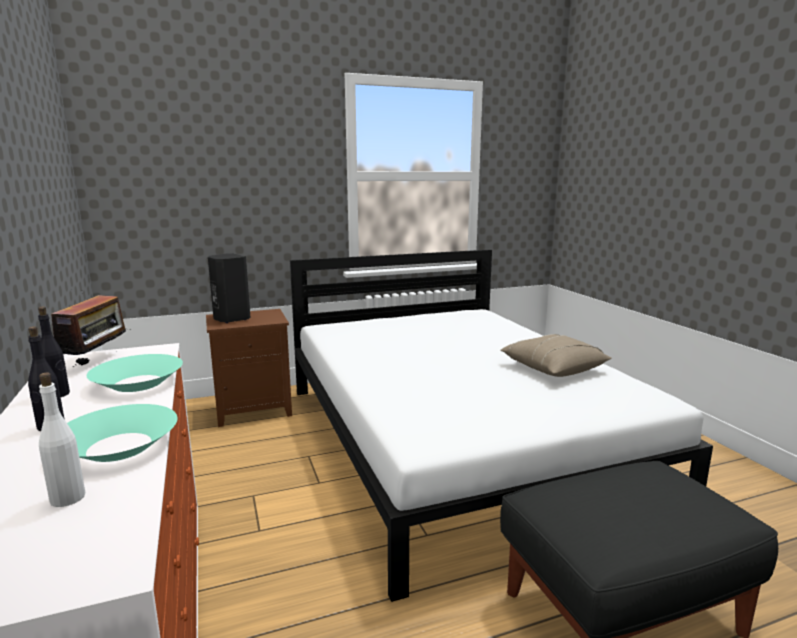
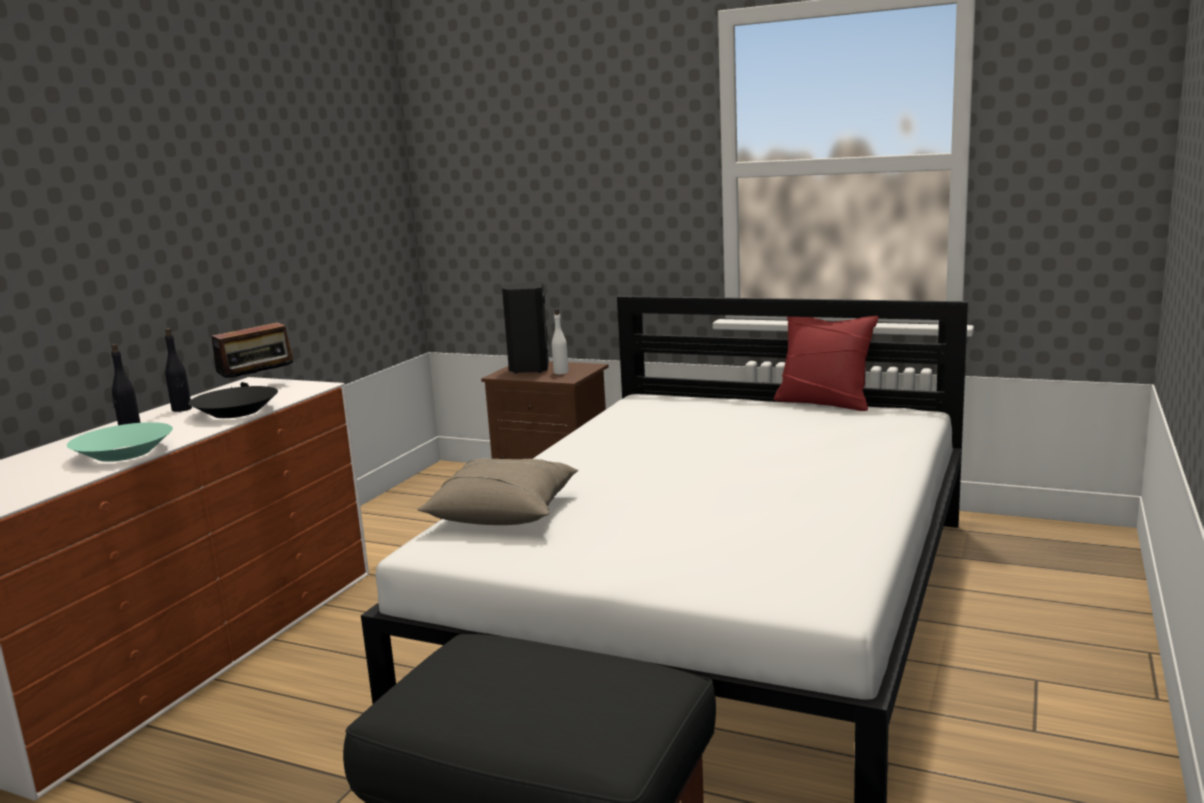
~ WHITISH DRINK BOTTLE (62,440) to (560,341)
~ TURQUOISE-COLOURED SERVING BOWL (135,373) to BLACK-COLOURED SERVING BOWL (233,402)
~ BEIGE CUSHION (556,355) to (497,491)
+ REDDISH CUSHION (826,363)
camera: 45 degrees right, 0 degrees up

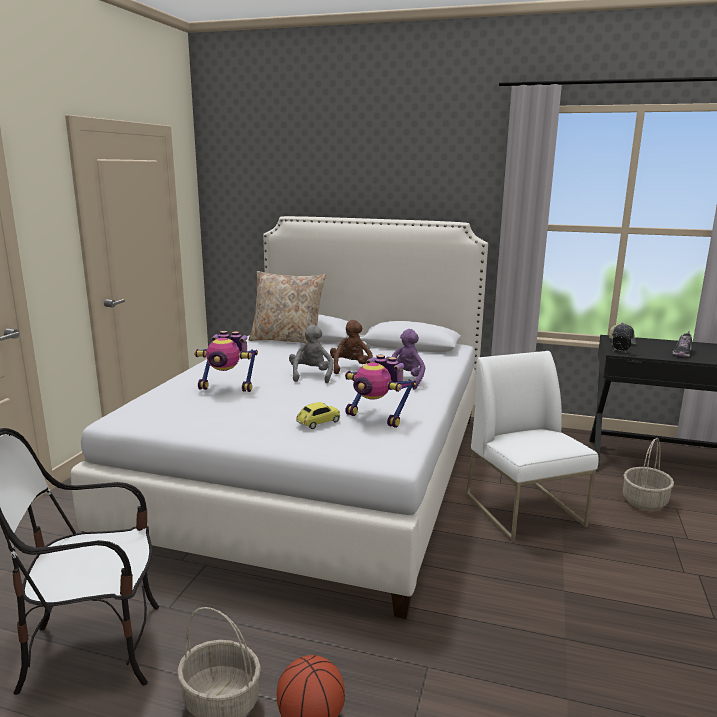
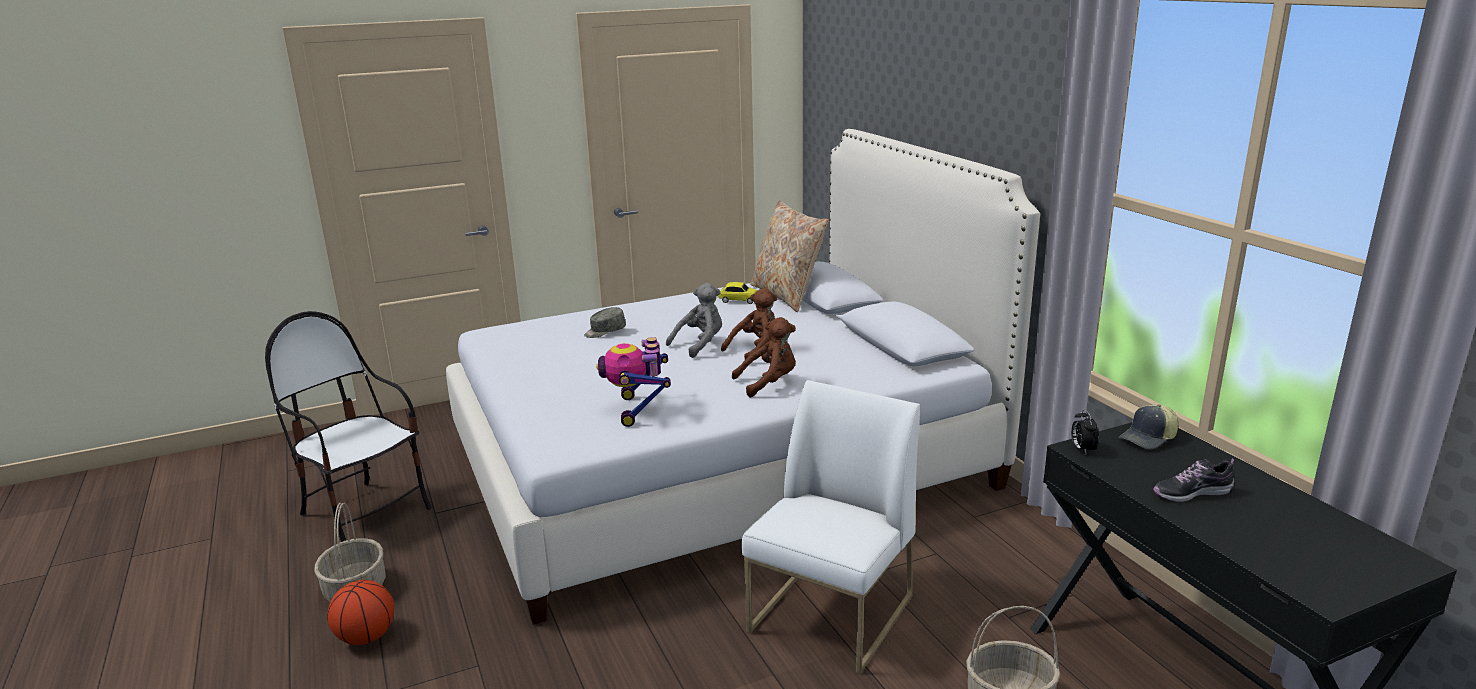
~ ROBOT FIGURE (226,361) to GREY PEAKED CAP (605,322)
~ TOY CAR (318,415) to (737,293)
~ PURPLE-COLOURED CUDDLY TOY (405,359) to BROWNISH CUDDLY TOY (764,357)
camera: 50 degrees right, 5 degrees up

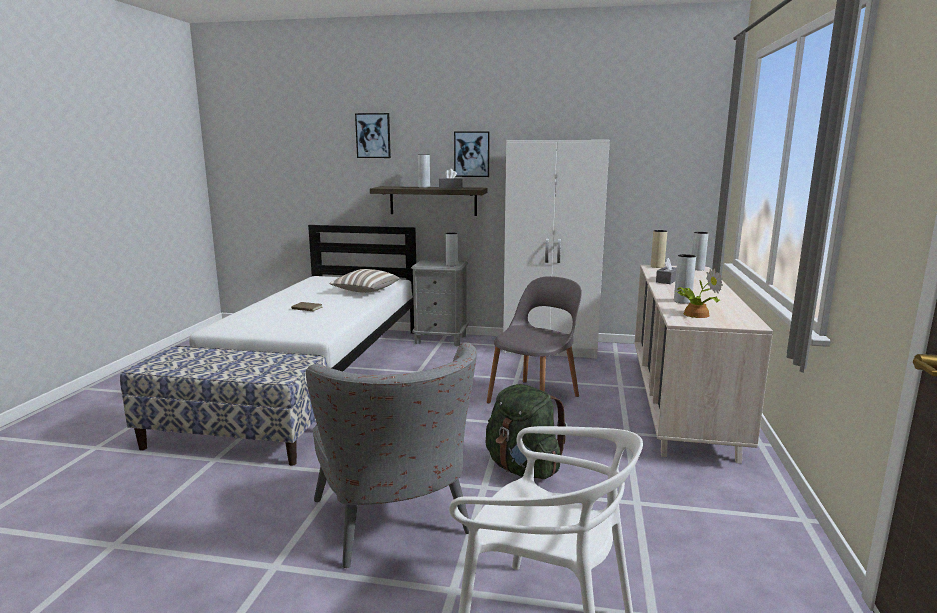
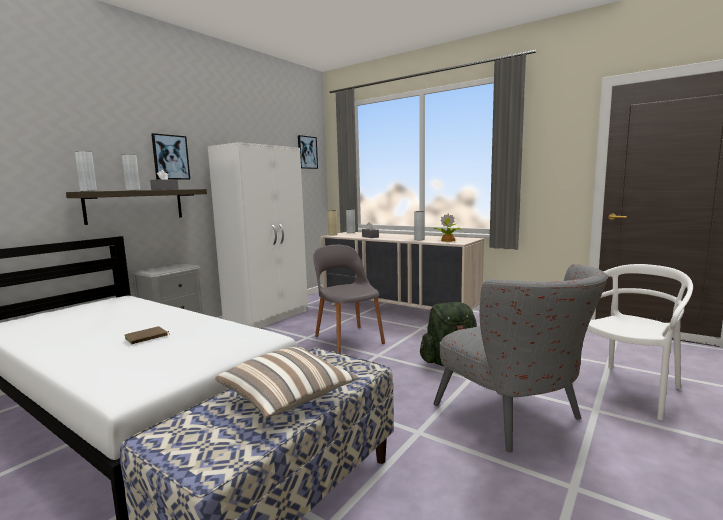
~ GREY EASY CHAIR (391,455) = (520,358) 60 degrees clockwise
~ CUSHION (364,281) to (286,382)
~ PICTURE (373,135) to (308,152)
~ GREY VASE (452,249) to (86,171)
camera: 65 degrees left, 5 degrees down

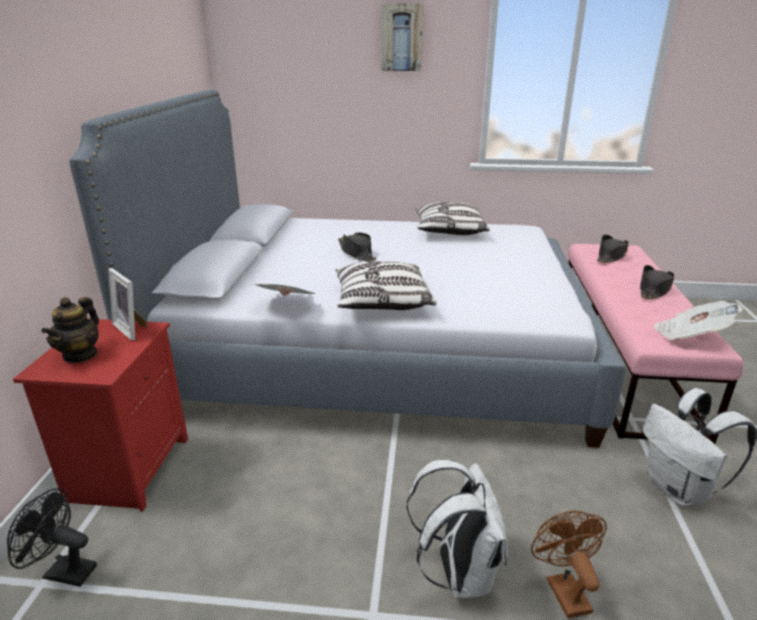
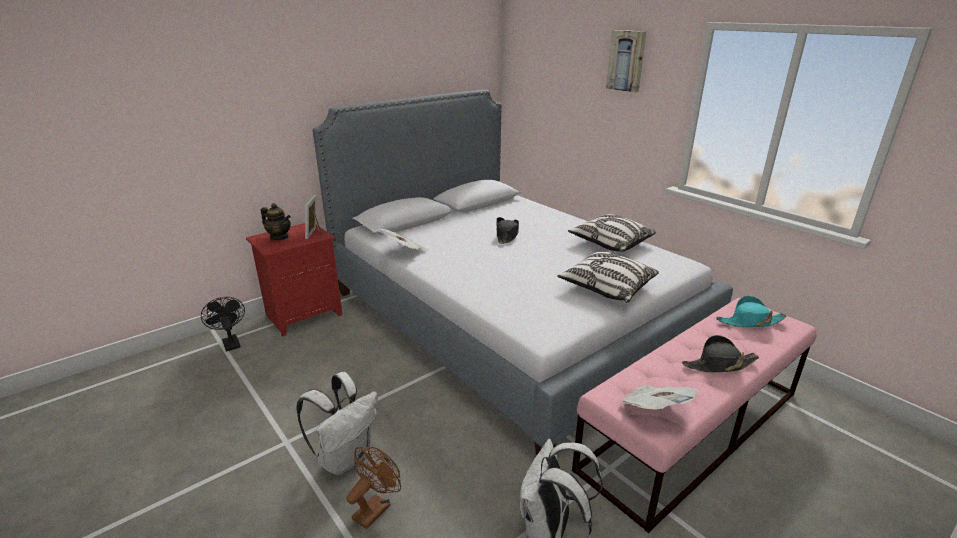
~ TEA POT (70,330) = (276,221) 120 degrees counterclockwise
~ CUSHION (385,285) to (608,276)
~ BLACK-COLOURED CLOTHING HAT (613,248) to TURQUOISE-COLOURED CLOTHING HAT (751,311)
camera: 45 degrees right, 0 degrees up

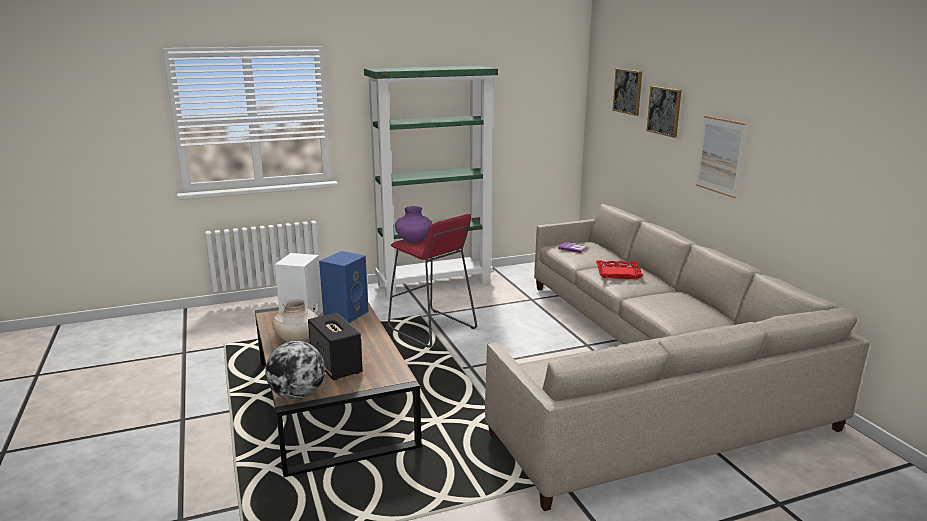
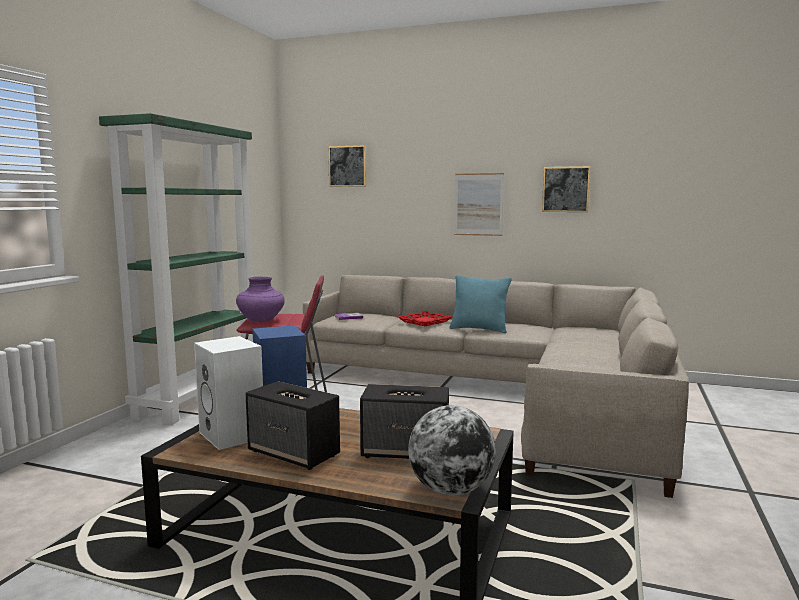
~ BEIGE VASE (295,320) to LOUDSPEAKER (292,425)
~ PICTURE (664,112) to (566,189)
+ TURQUOISE-COLOURED CUSHION (480,304)
camera: 50 degrees left, 10 degrees down

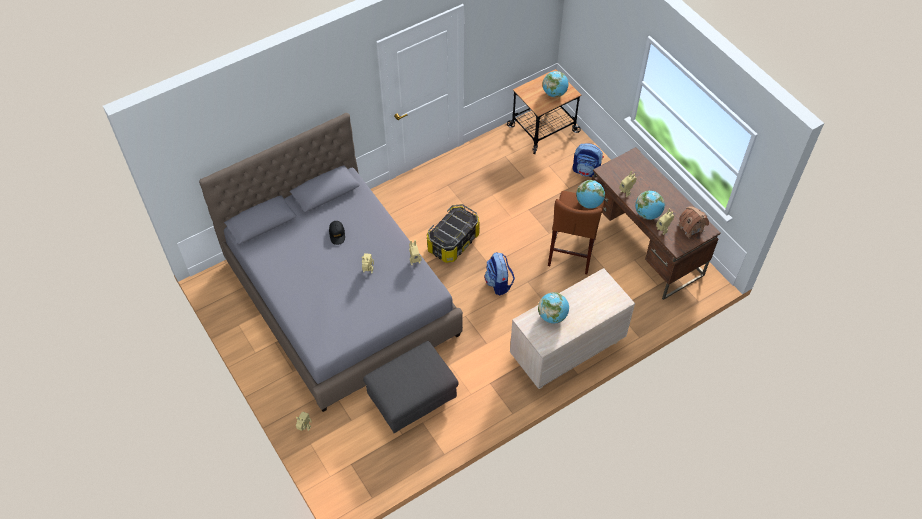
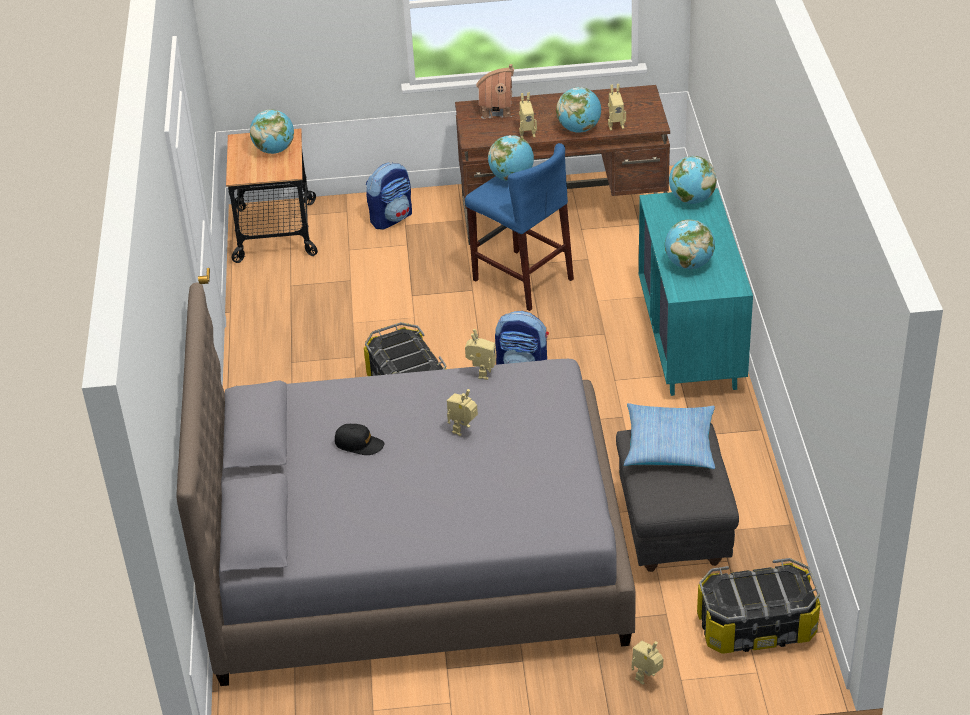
~ BEIGE DRAWER CHEST (572,328) to TURQUOISE-COLOURED DRAWER CHEST (696,292)
~ BROWNISH STOOL (576,232) to BLUISH STOOL (519,227)
~ MODEL HOUSE (693,222) to (495,91)
+ CUSHION (669,436)
+ DESK GLOBE (693,180)
+ STORAGE CONTAINER (758,606)
camera: 60 degrees left, 15 degrees down

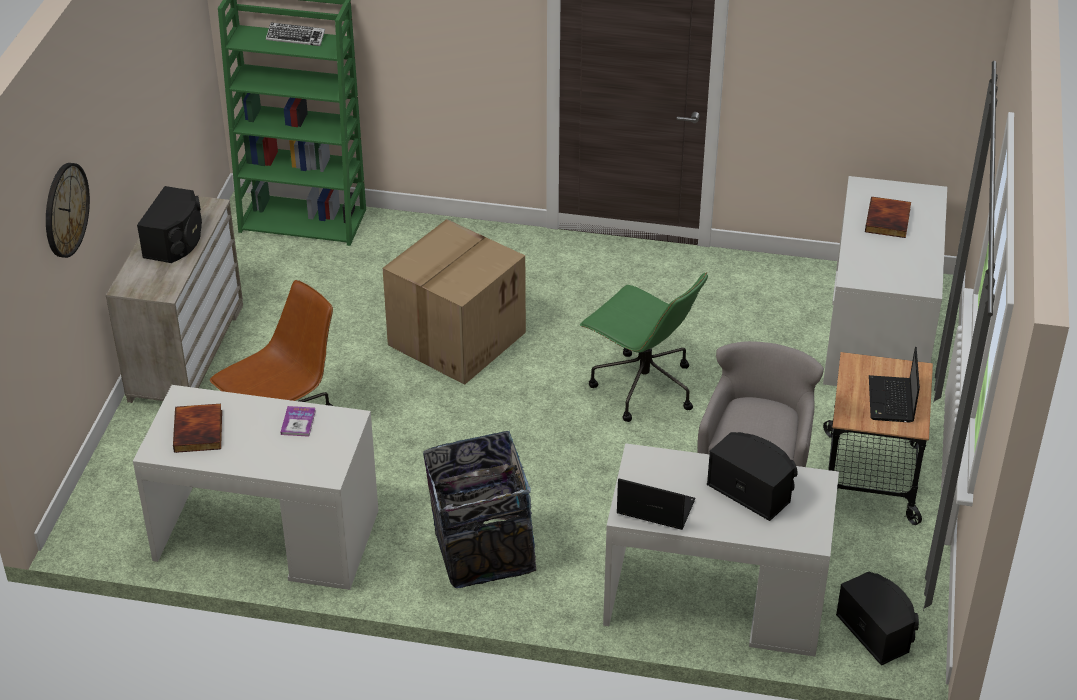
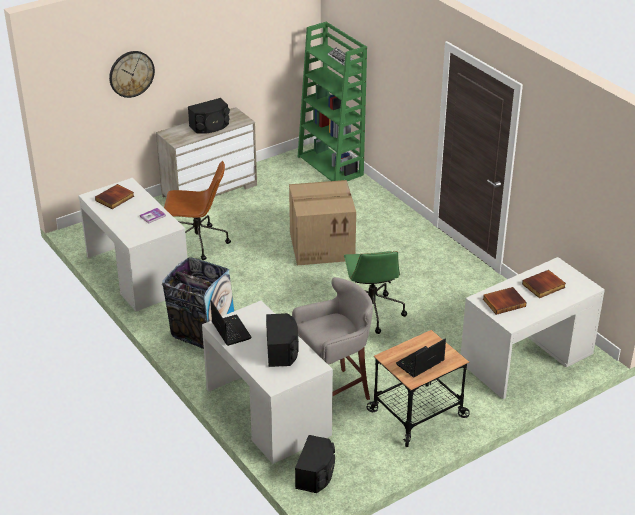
+ VOLUME (505,301)
camera: 45 degrees right, 5 degrees down

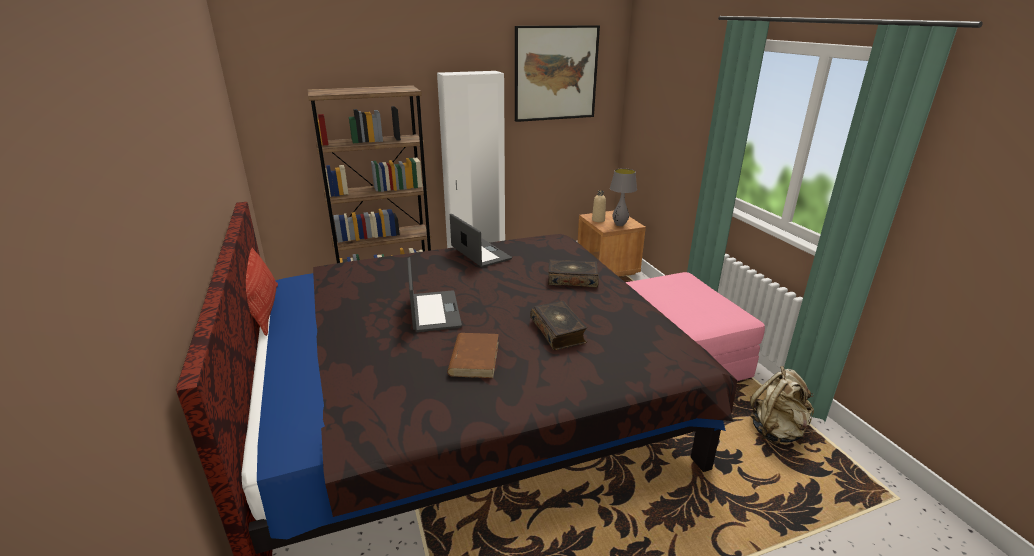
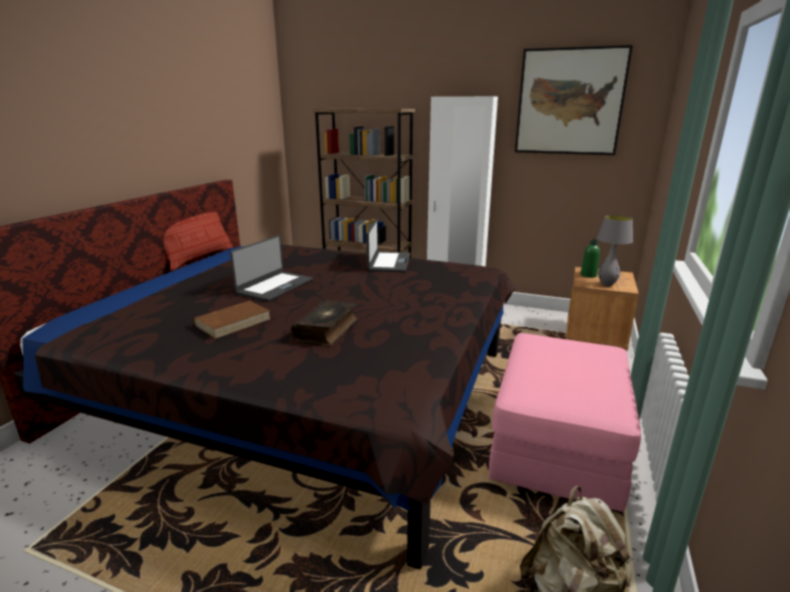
- VOLUME (573,273)
~ BEIGE DRINK BOTTLE (599,206) to GREENISH DRINK BOTTLE (590,258)
camera: 40 degrees right, 5 degrees down

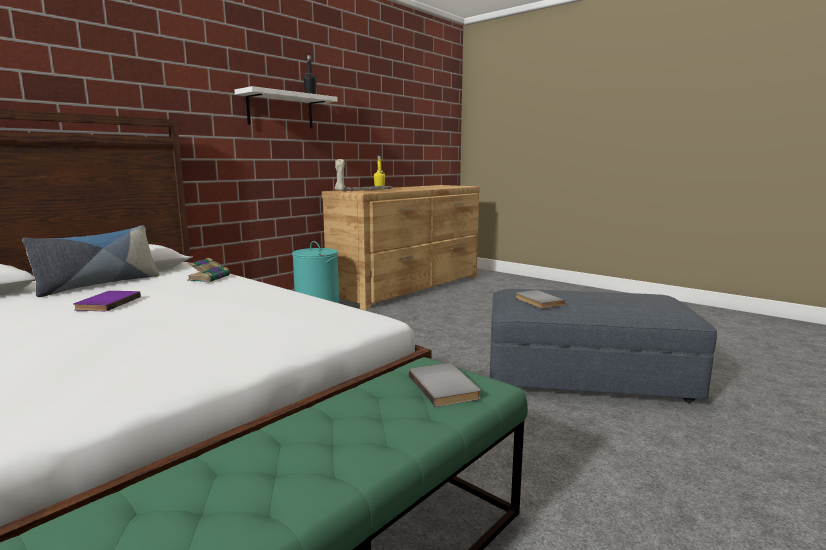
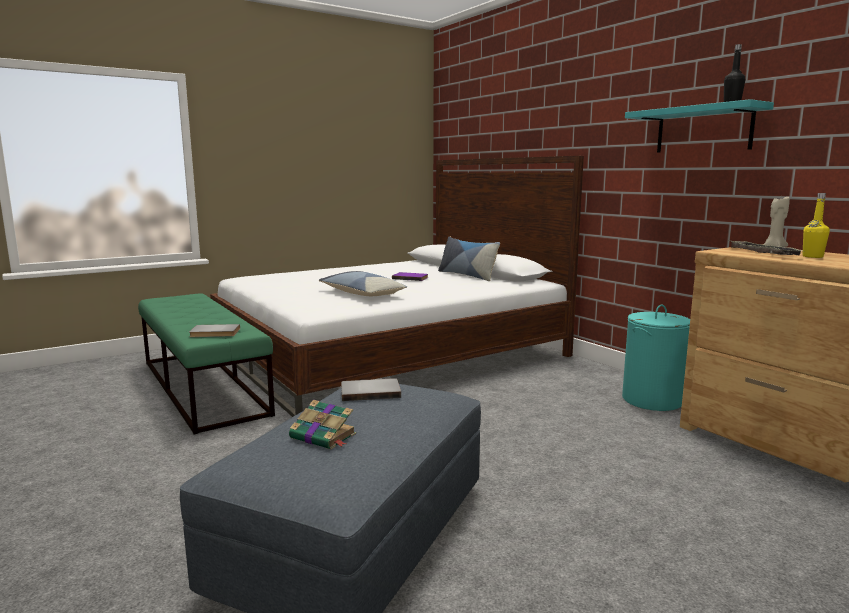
~ VOLUME (208,270) to (322,425)
~ WHITISH WALL SHELF (286,107) to TURQUOISE-COLOURED WALL SHELF (699,126)
+ CUSHION (363,283)
camera: 105 degrees right, 0 degrees up

